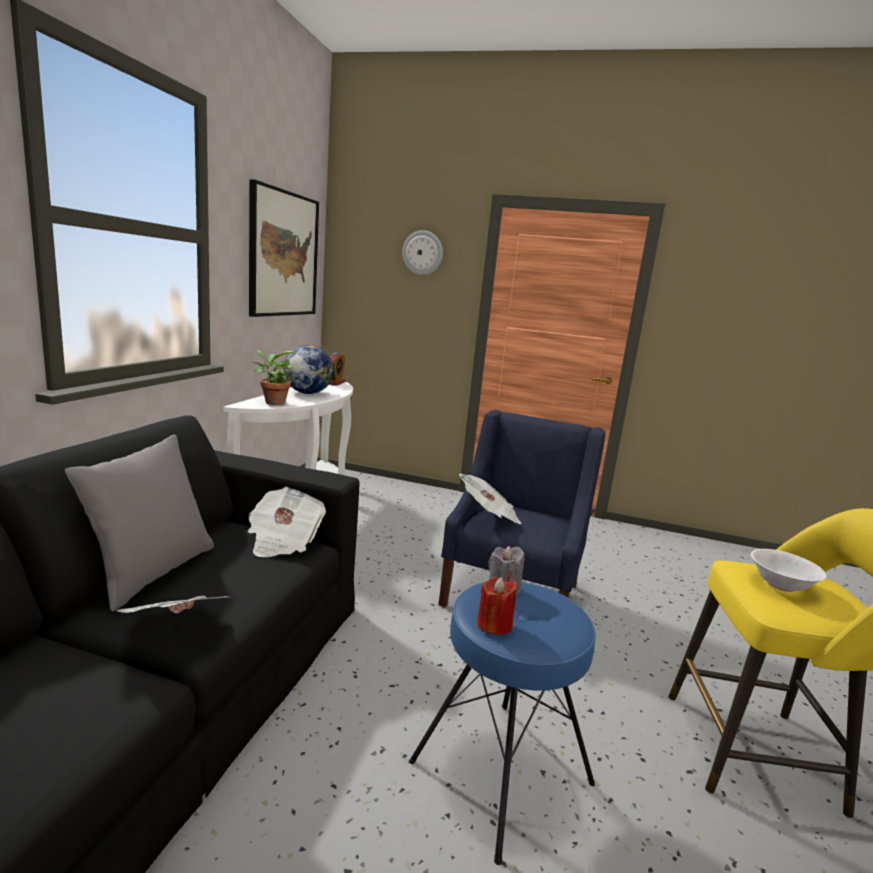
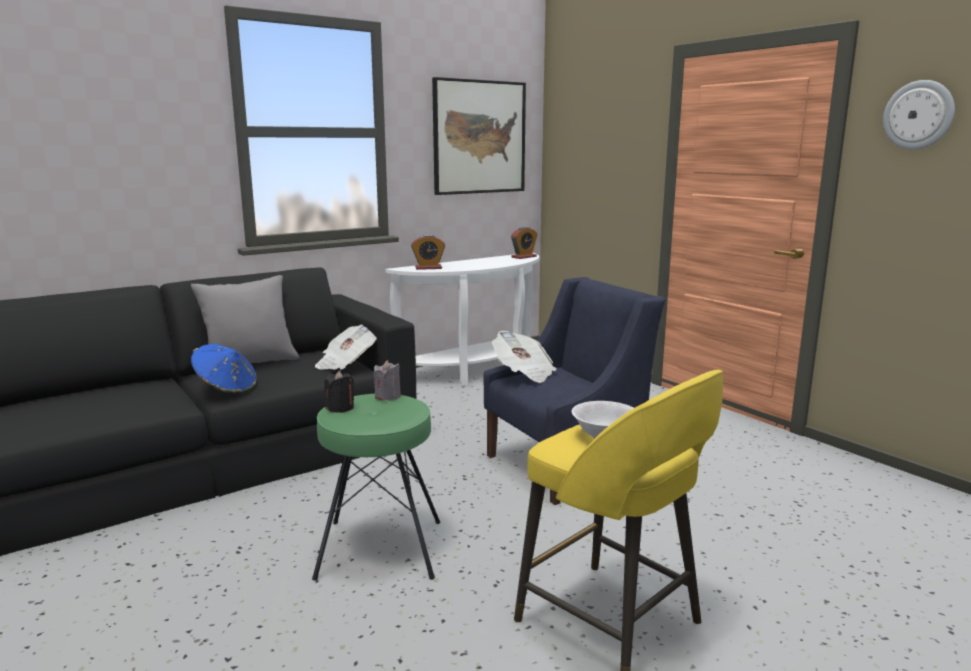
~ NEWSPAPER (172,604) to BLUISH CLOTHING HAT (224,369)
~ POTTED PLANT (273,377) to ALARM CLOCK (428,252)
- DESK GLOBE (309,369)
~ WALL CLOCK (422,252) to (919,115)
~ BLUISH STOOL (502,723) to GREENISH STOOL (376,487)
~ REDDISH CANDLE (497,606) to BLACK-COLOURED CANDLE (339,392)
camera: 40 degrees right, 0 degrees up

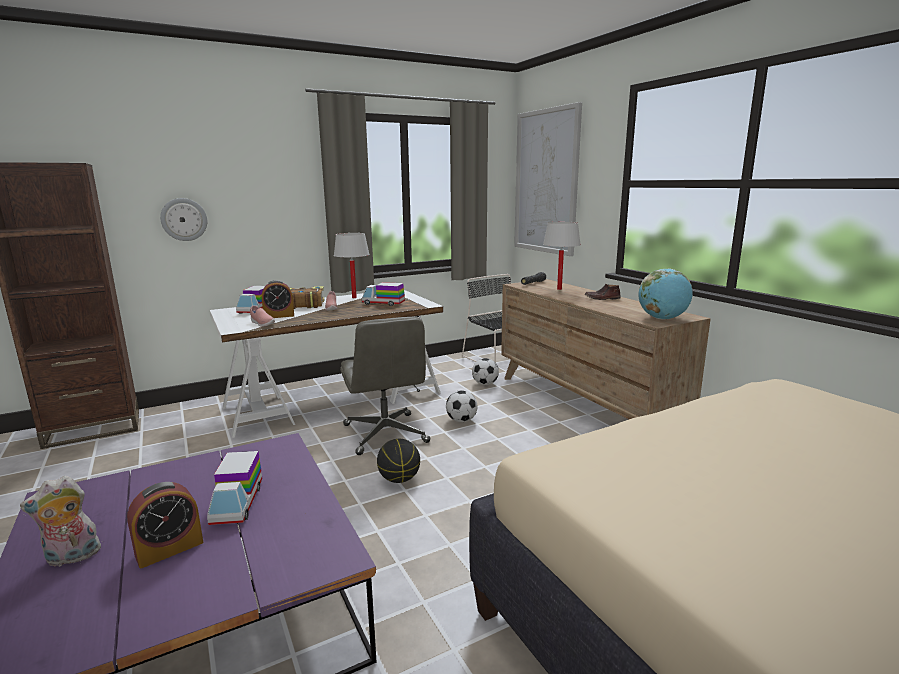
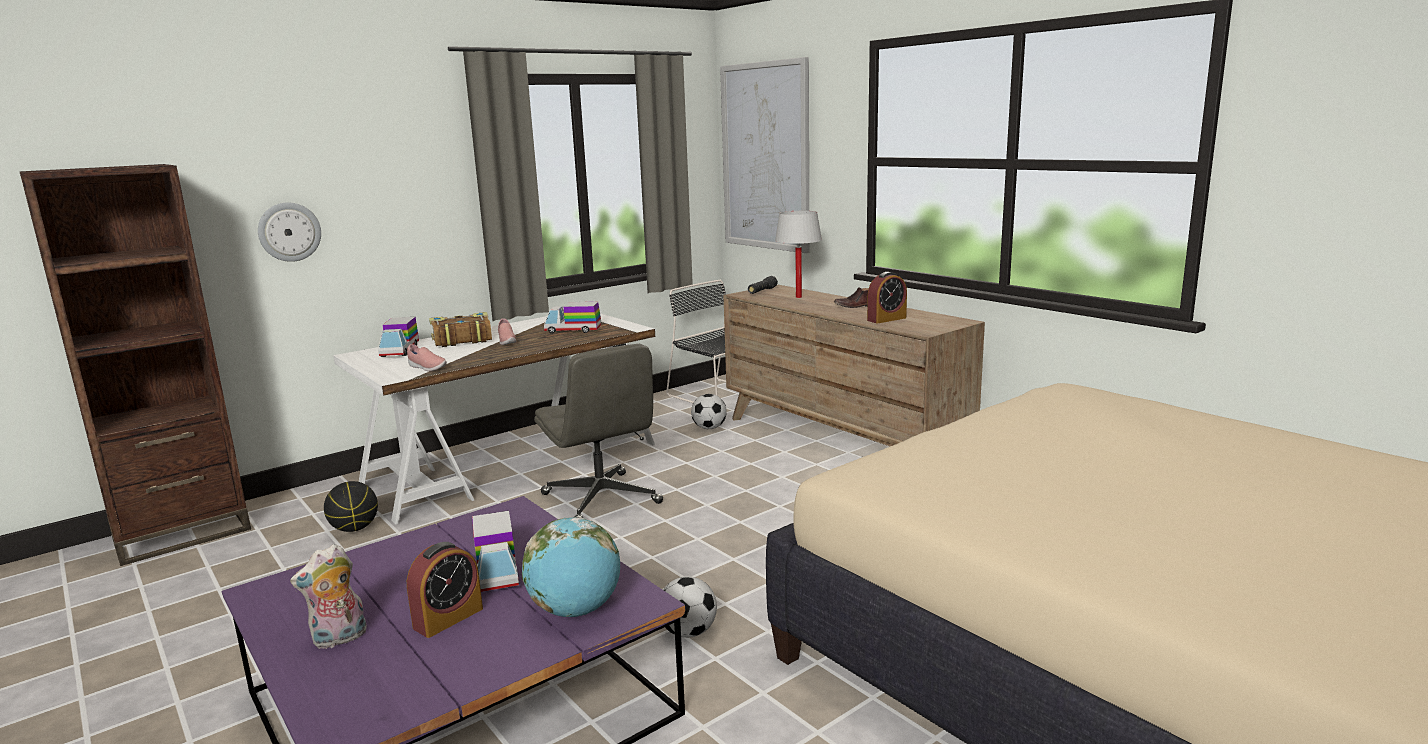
~ ALARM CLOCK (278,299) to (887,297)
- WHITISH LAMP FOR A TABLE (352,265)
~ BASKETBALL BALL (398,461) to (351,506)
~ BALL FOR FOOTBALL (462,406) to (690,607)
~ DESK GLOBE (666,293) to (571,567)
camera: 10 degrees left, 0 degrees up

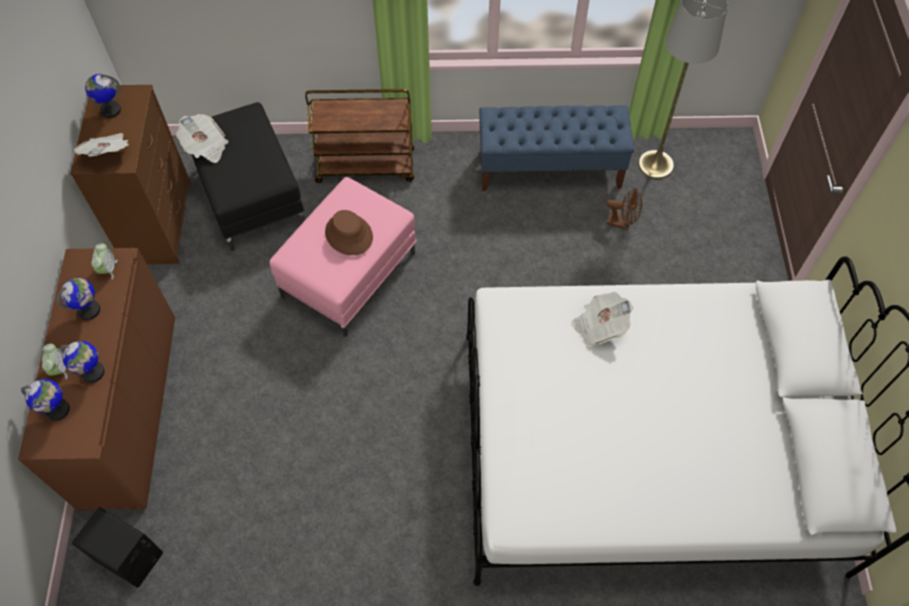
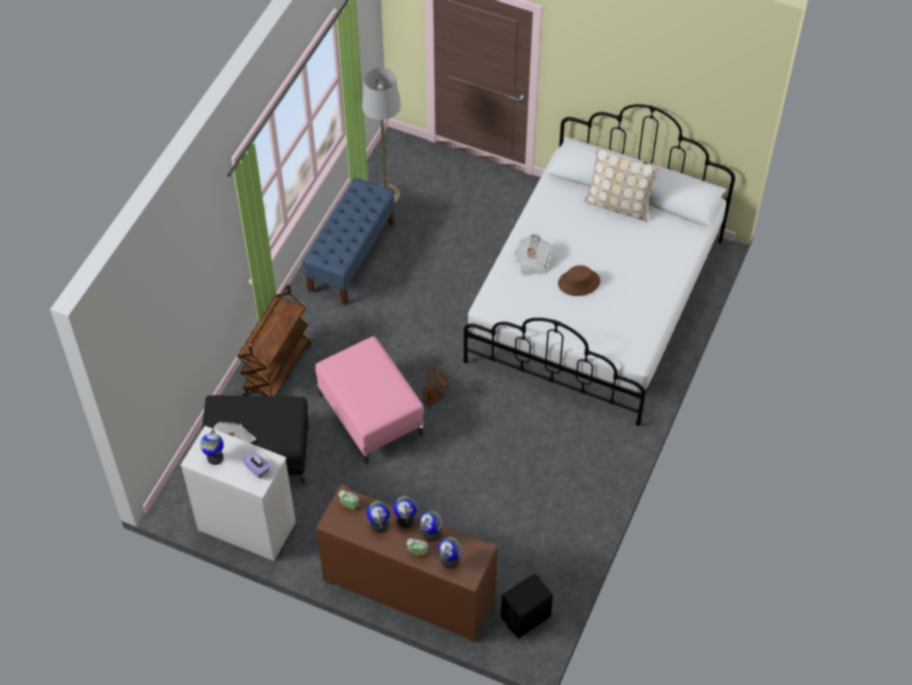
~ BROWNISH DRAWER CHEST (130,174) to WHITISH DRAWER CHEST (238,493)
~ NEWSPAPER (101,145) to PURPLE-COLOURED TISSUE HOLDER (257,465)
~ BROWNISH CLOTHING HAT (349,232) to (579,280)
~ BROWNISH COOLING FAN (624,209) to (436,387)
+ DESK GLOBE (405,511)
+ BEIGE CUSHION (621,184)
camera: 65 degrees left, 5 degrees down

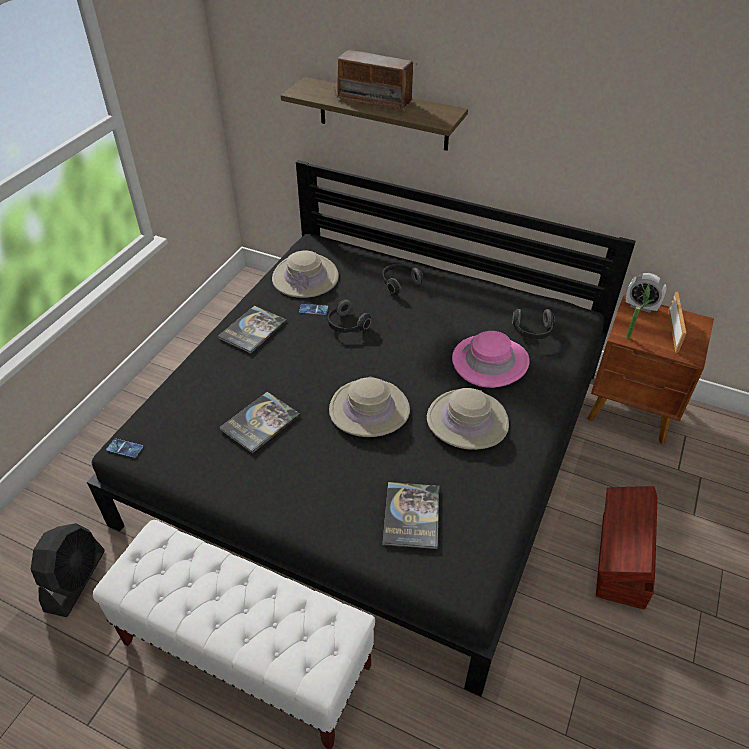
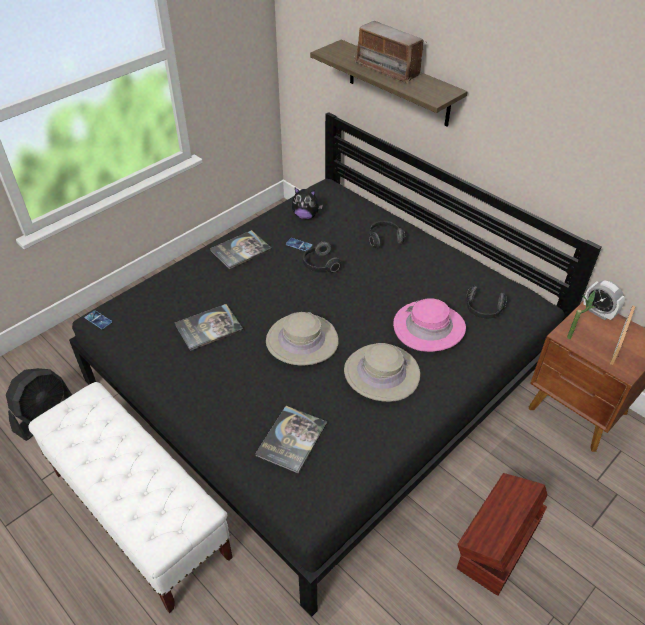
~ BEIGE CLOTHING HAT (305,274) to CUDDLY TOY (307,203)
camera: 20 degrees right, 0 degrees up

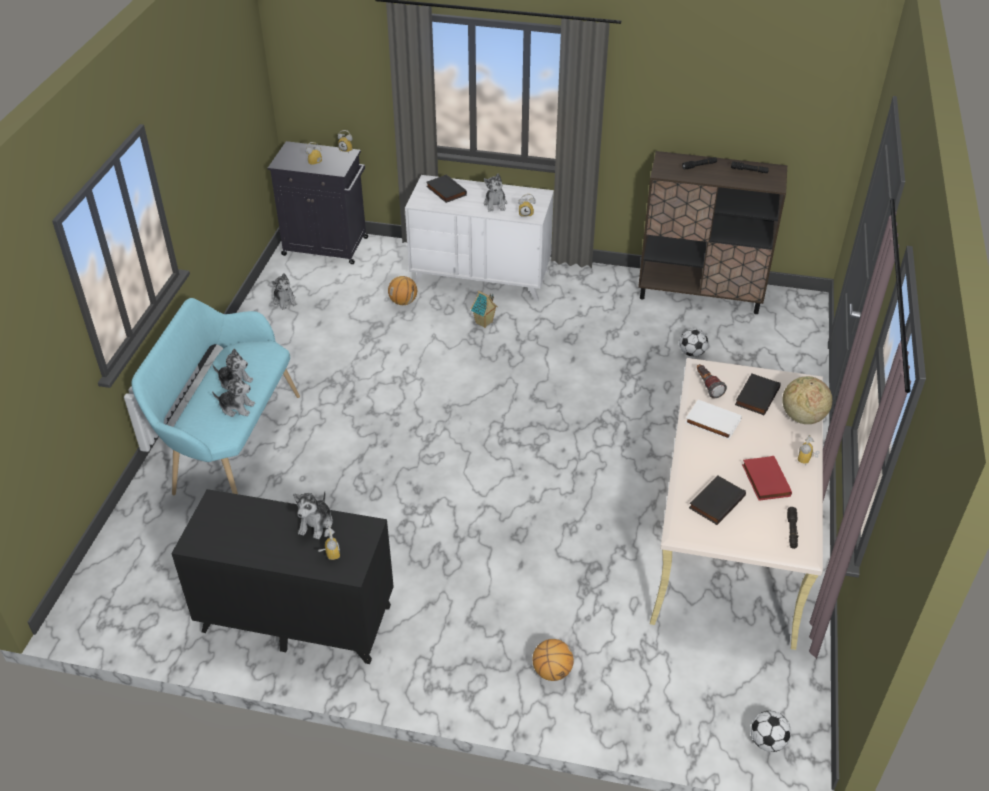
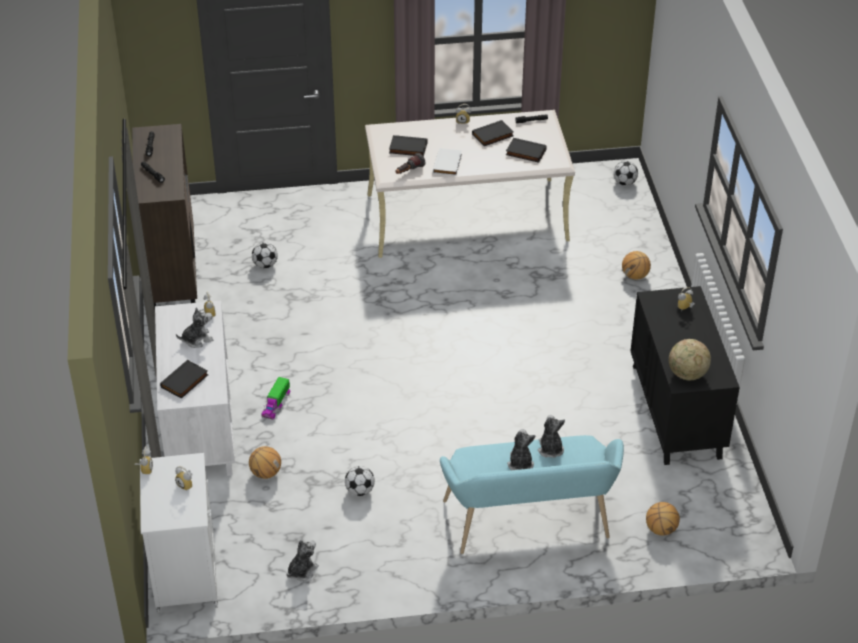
~ BLACK-COLOURED CABINET (317,202) to WHITISH CABINET (178,533)
- CUDDLY TOY (313,515)
~ MODEL HOUSE (484,309) to TOY LORRY (275,398)
~ REDDISH VOLUME (767,478) to BLACK-COLOURED VOLUME (493,133)
~ DESK GLOBE (807,400) to (690,359)
+ BALL FOR FOOTBALL (360,481)
+ BASKETBALL BALL (663,519)
camera: 110 degrees left, 0 degrees up

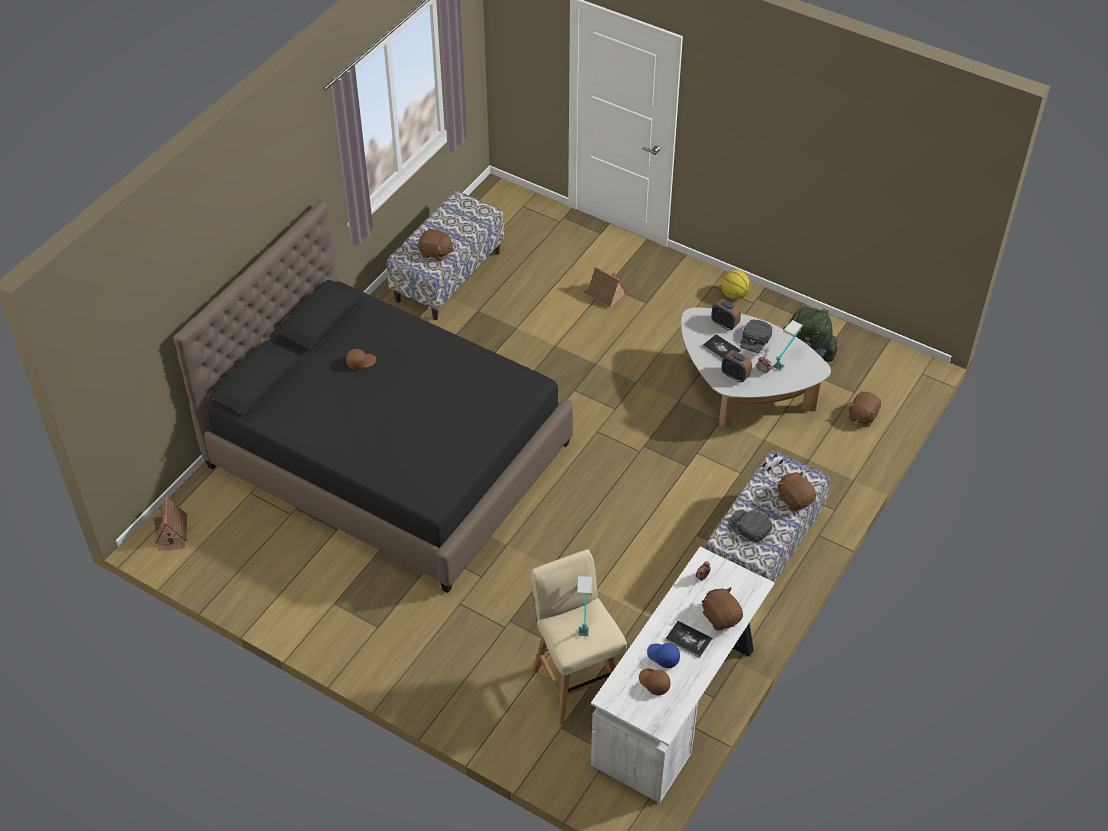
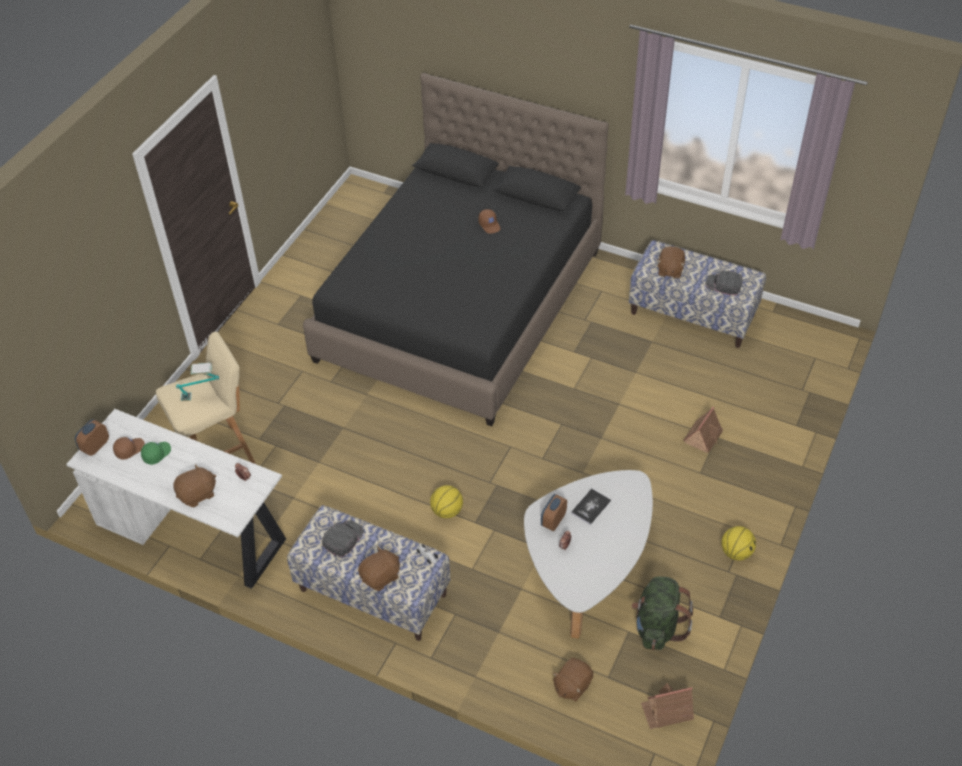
~ MODEL HOUSE (170,523) to (667,706)
~ BLUISH PEAKED CAP (663,655) to GREENISH PEAKED CAP (156,453)
- VOLUME (688,639)
~ ALARM CLOCK (726,314) to (92,437)
~ BLACK-COLOURED PEAKED CAP (756,336) to (724,283)
- LAMP FOR A TABLE (787,346)
~ BROWNISH CUDDLY TOY (864,409) = (573,679) 75 degrees counterclockwise
+ BASKETBALL BALL (446,501)
camera: 85 degrees right, 0 degrees up

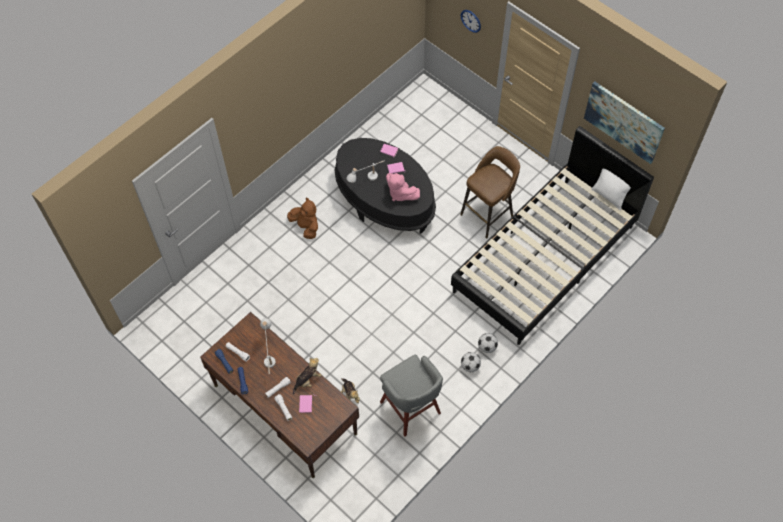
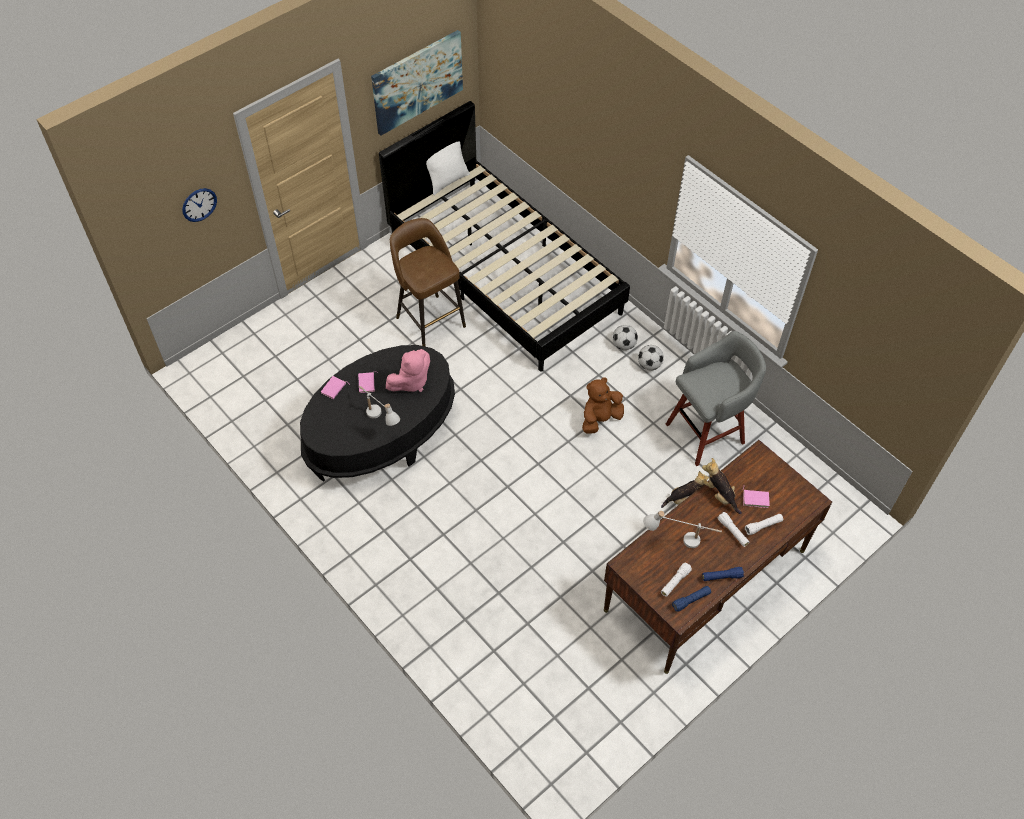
~ BROWNISH CUDDLY TOY (302,218) to (603,405)
camera: 85 degrees left, 5 degrees down

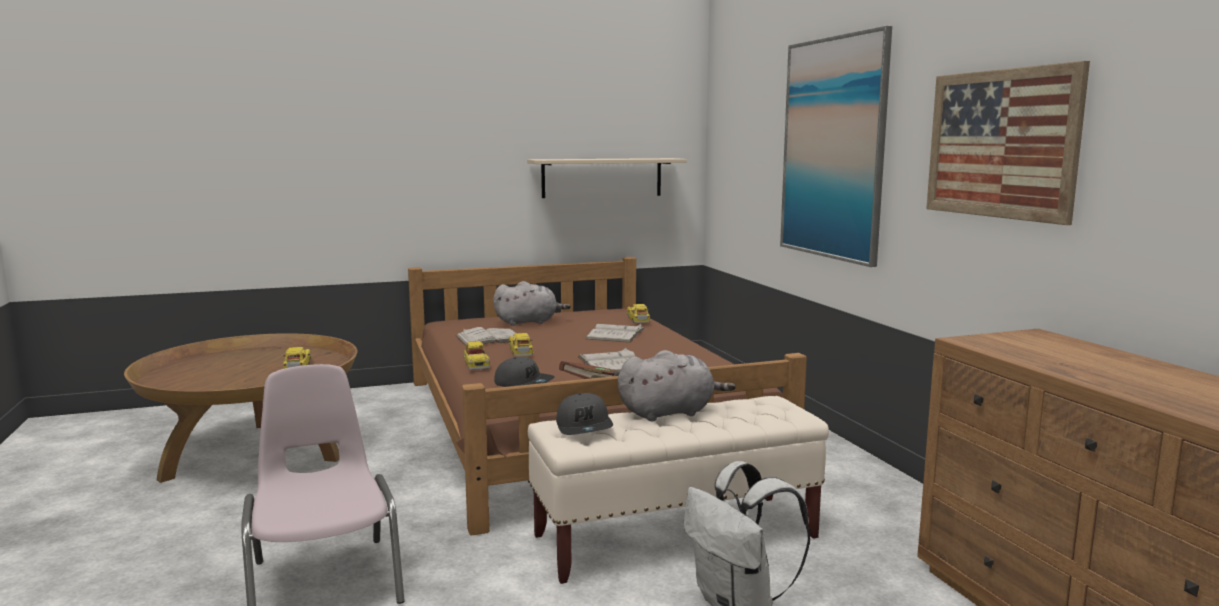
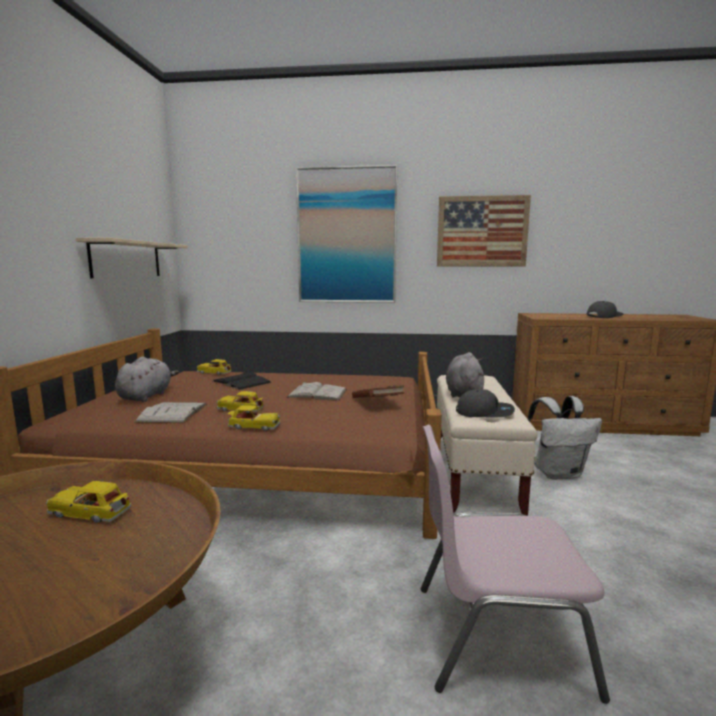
~ GREY PEAKED CAP (524,371) to (605,309)
~ WHITISH VOLUME (615,333) to BLACK-COLOURED VOLUME (241,380)
camera: 65 degrees left, 0 degrees up

